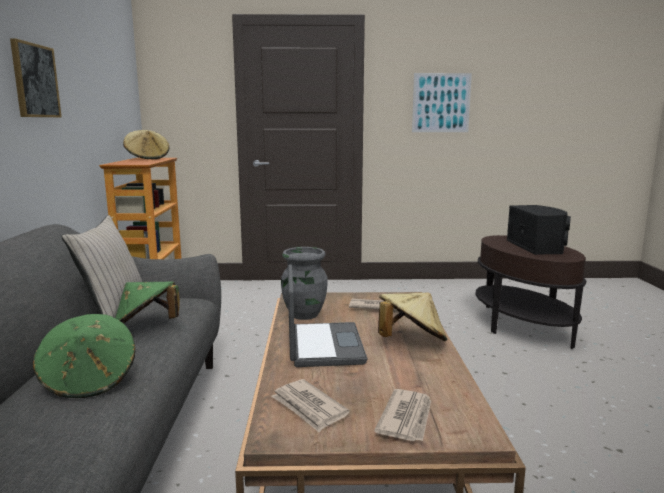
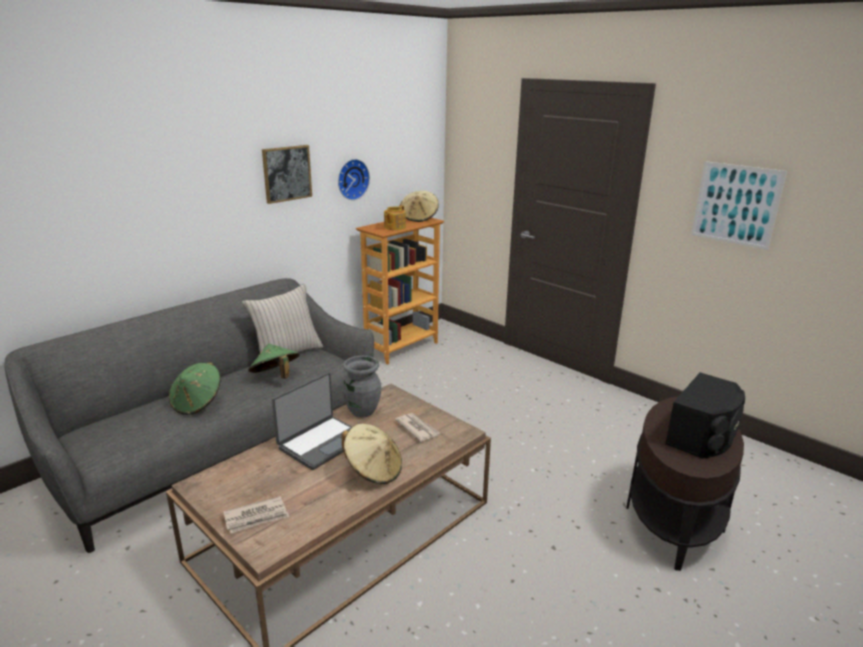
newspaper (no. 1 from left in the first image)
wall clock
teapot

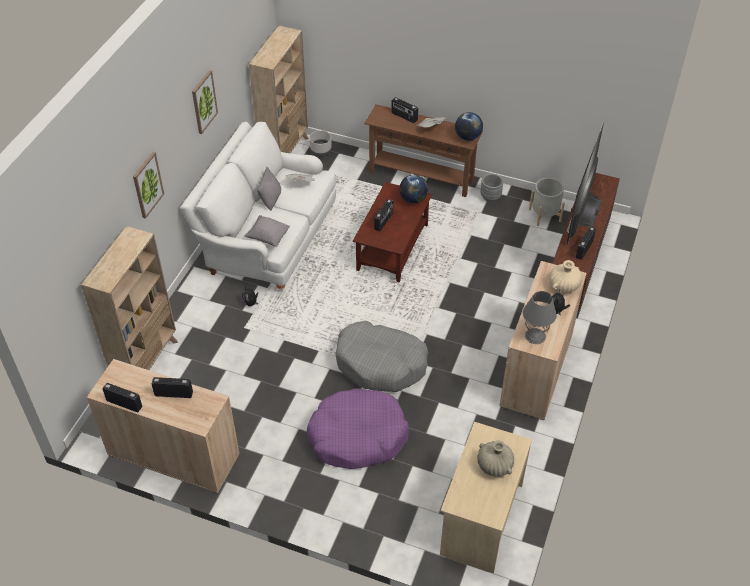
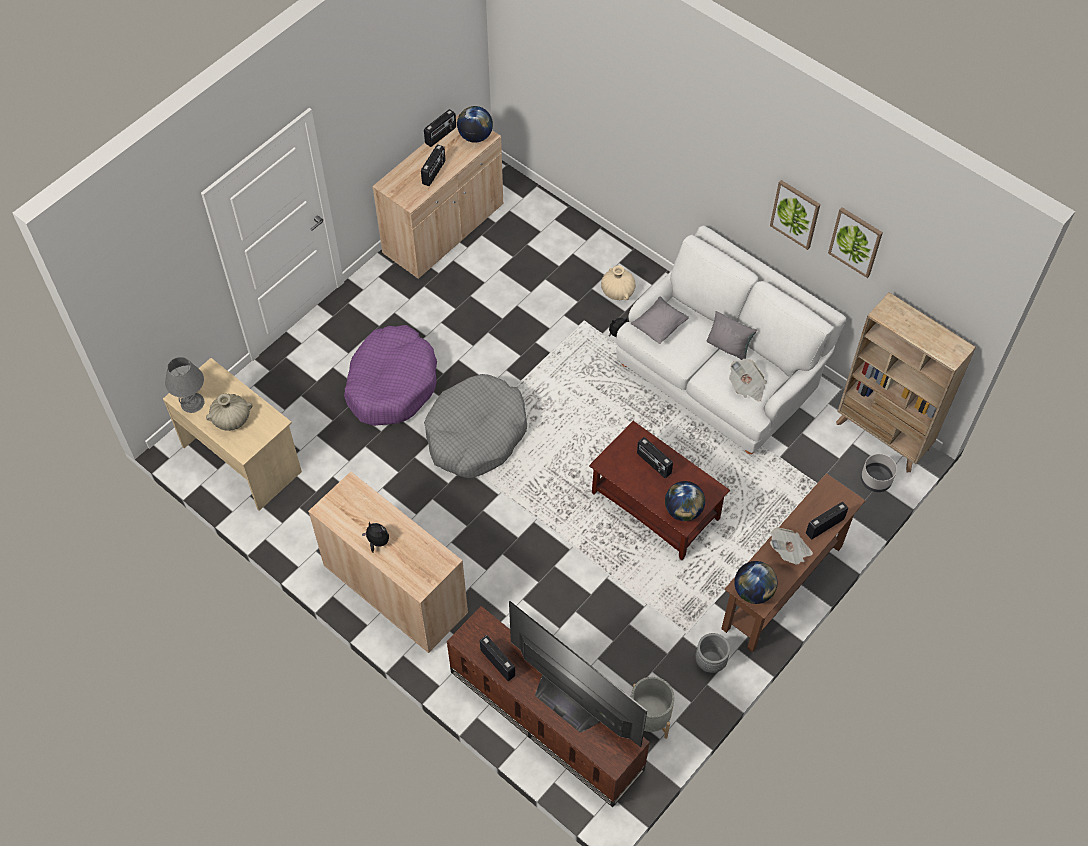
bookcase (beige) (no. 1 from left in the first image)
picture (no. 2 from left)
table lamp (grey)
vase (beige) (no. 2 from left)
globe (no. 1 from left)

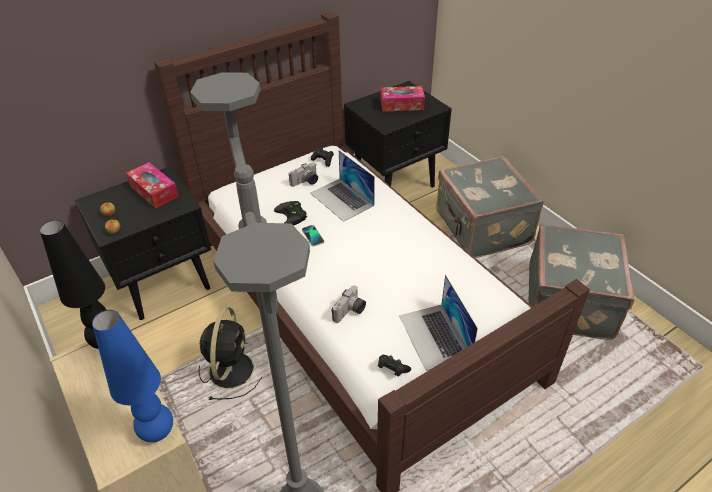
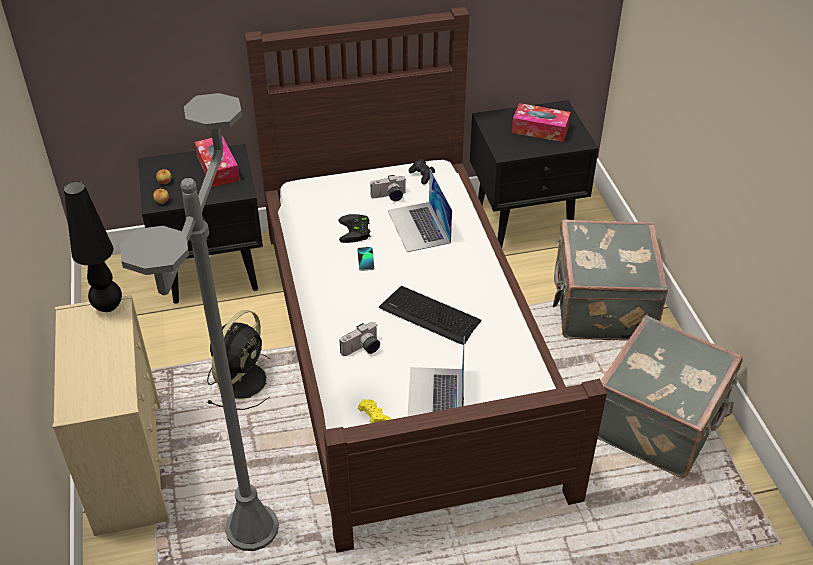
table lamp (blue)
game controller (yellow)
keyboard

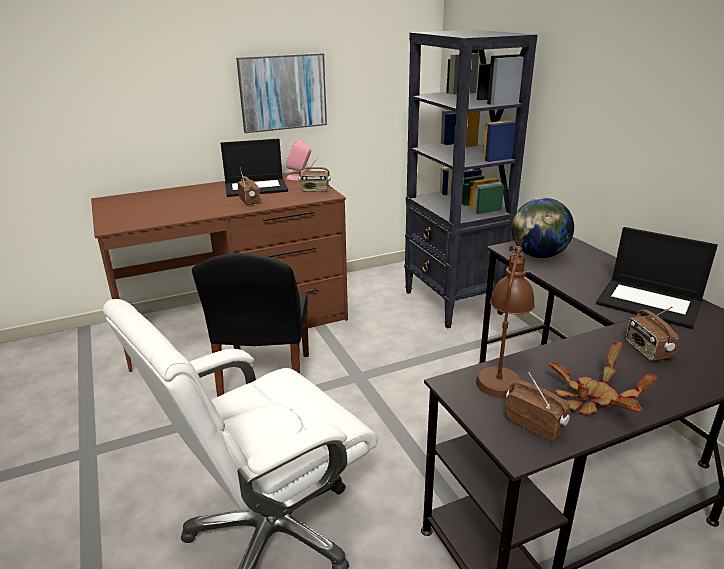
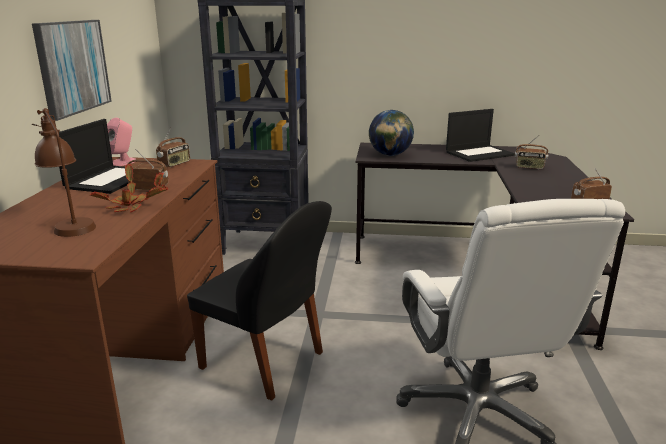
table lamp (brown)
potted plant

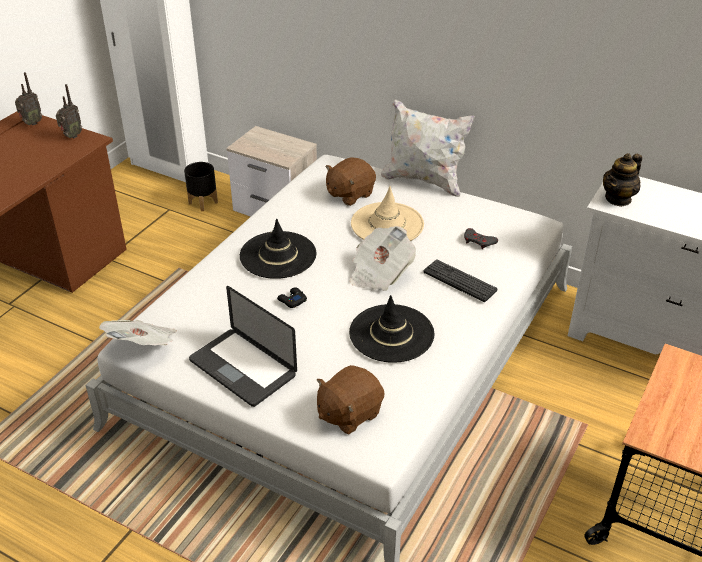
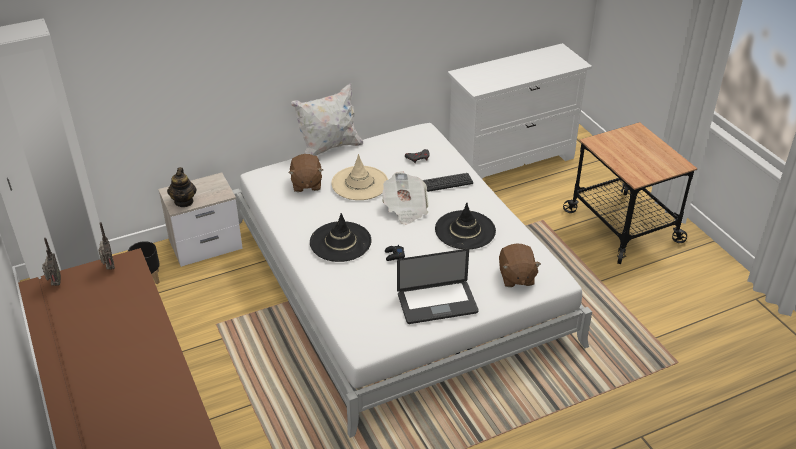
newspaper (no. 1 from left in the first image)
teapot

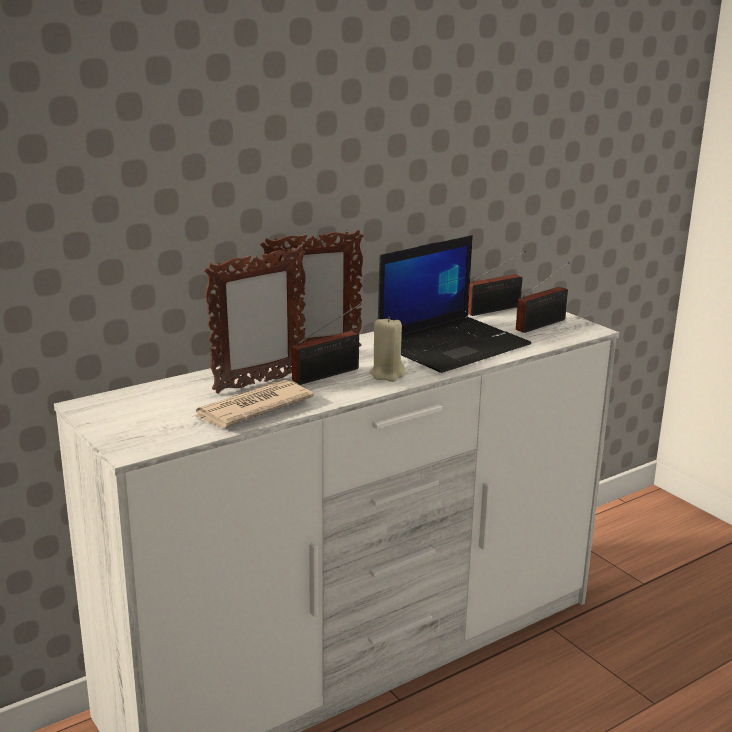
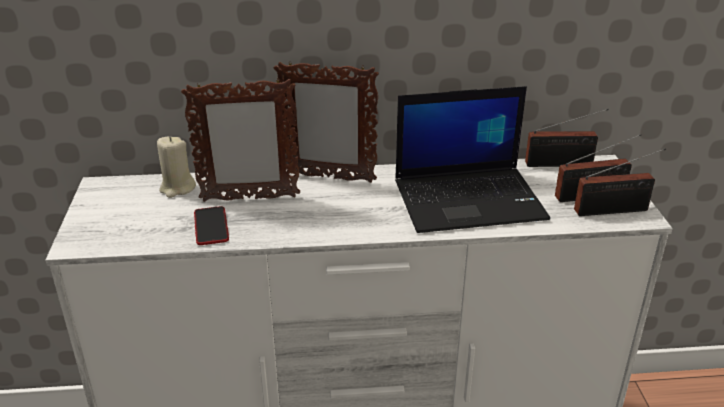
phone
radio (no. 3 from left)
candle (beige)

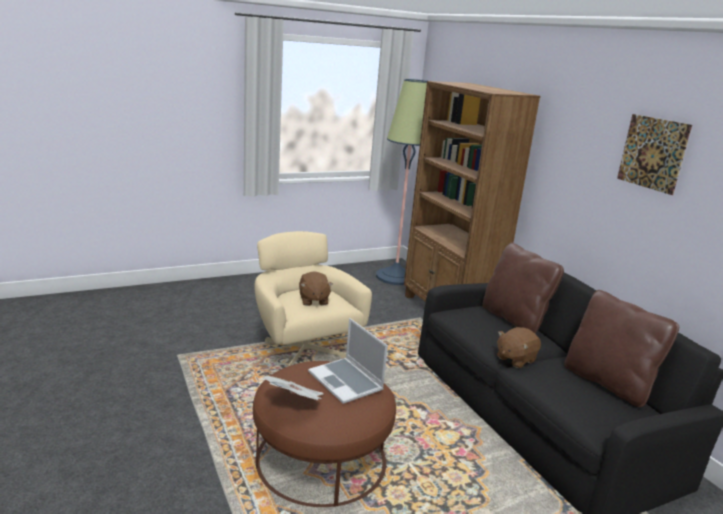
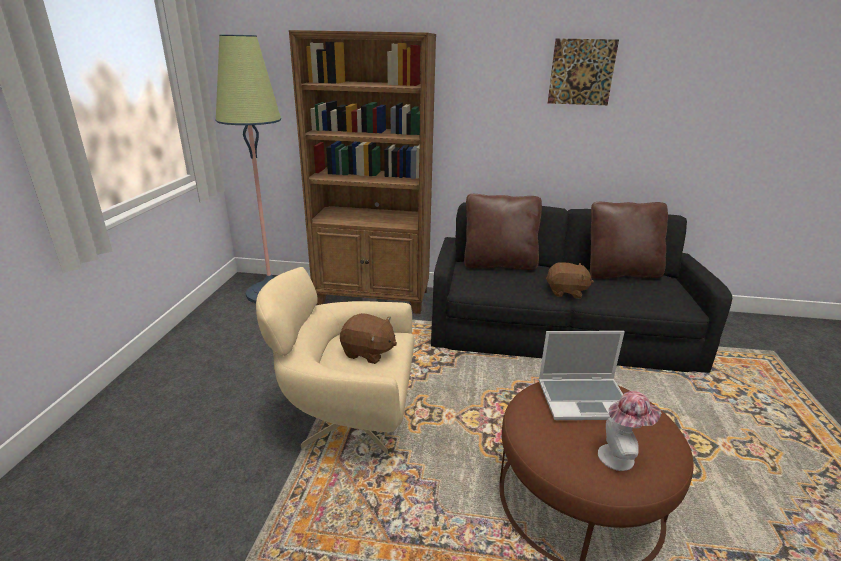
hat
plush toy (brown) (no. 2 from left)

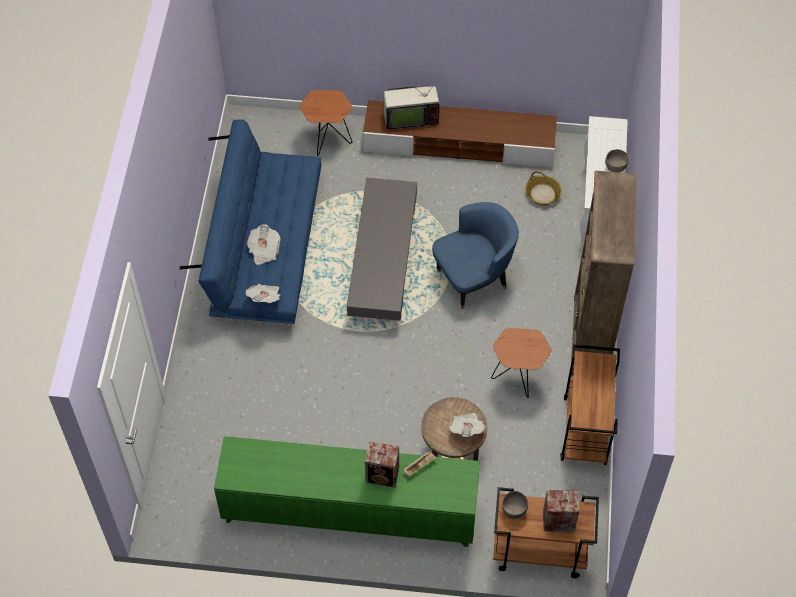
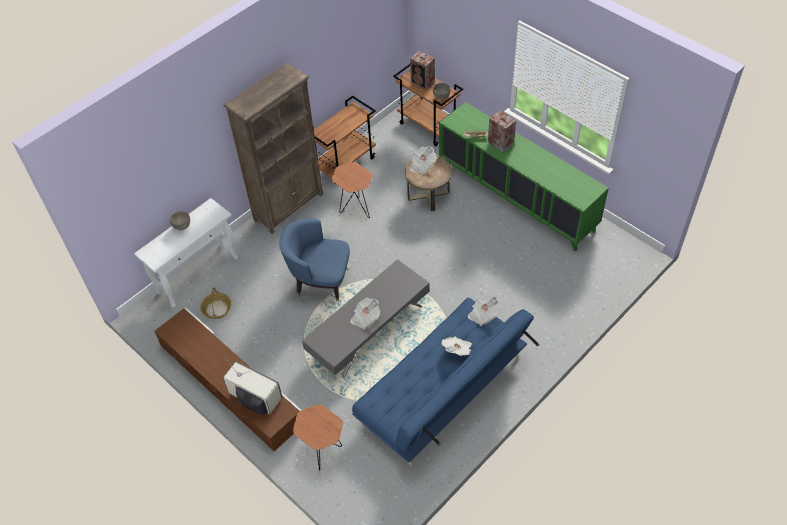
newspaper (no. 1 from left)

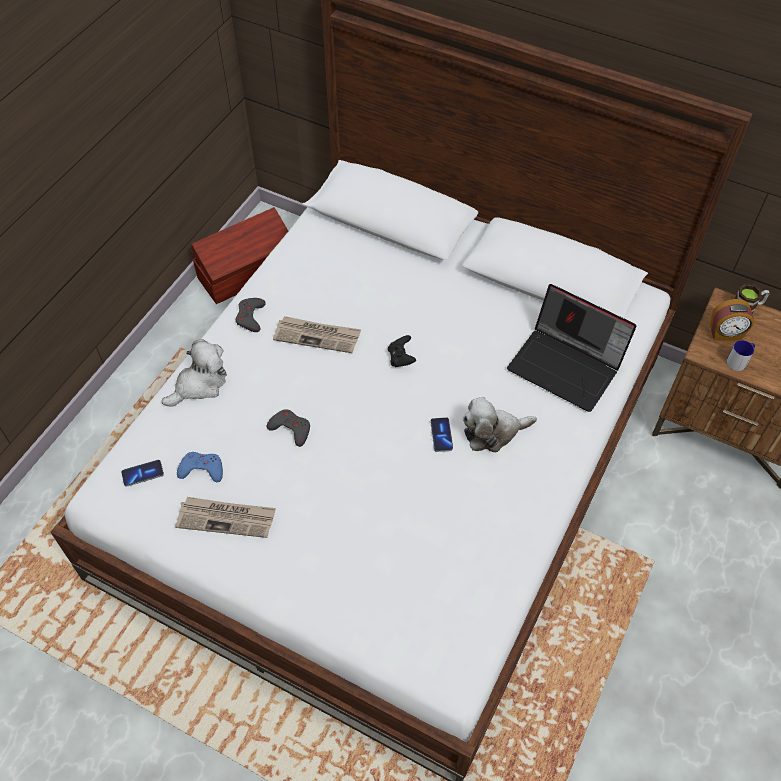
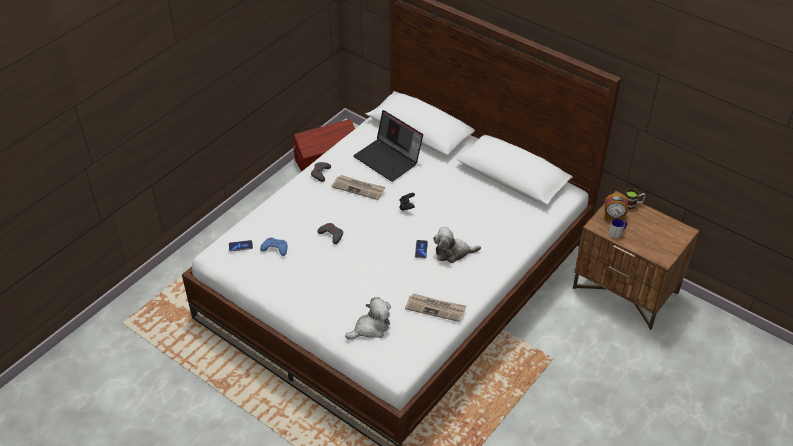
plush toy (no. 1 from left)
newspaper (no. 2 from left)
laptop

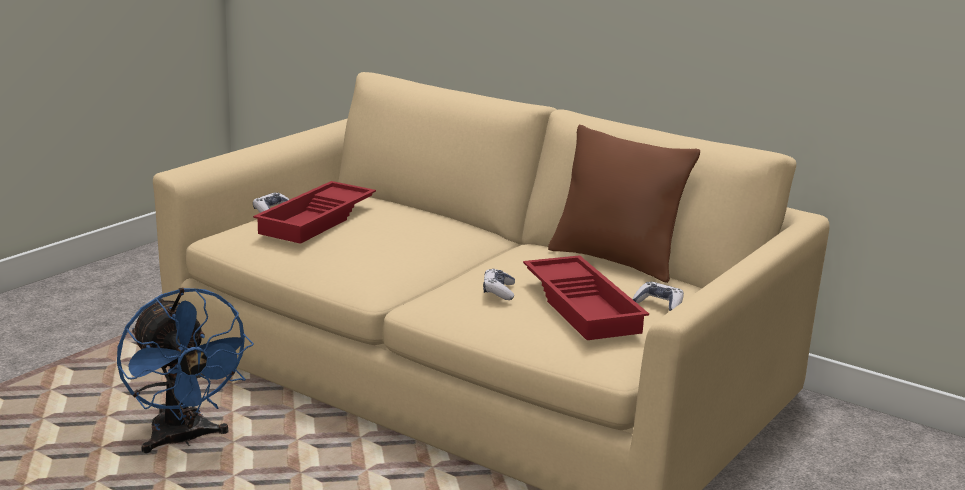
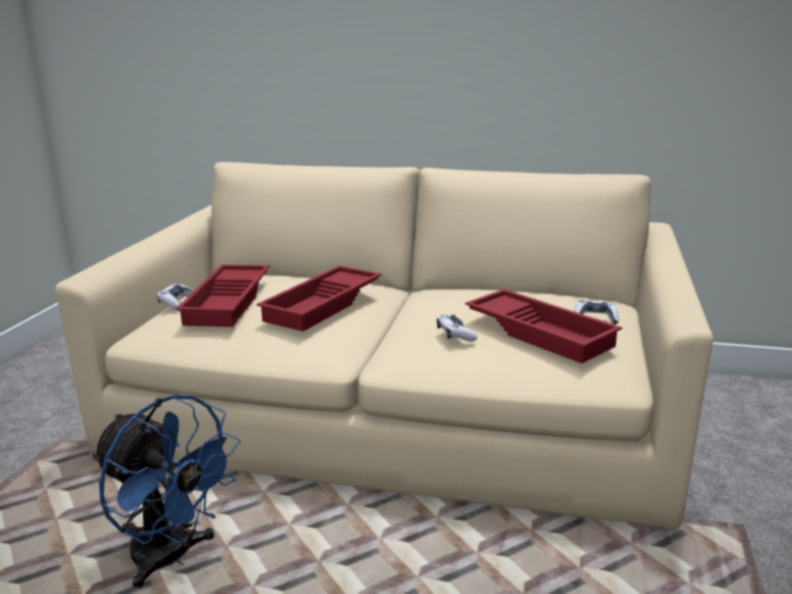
pillow (brown)
tray (red) (no. 2 from left)

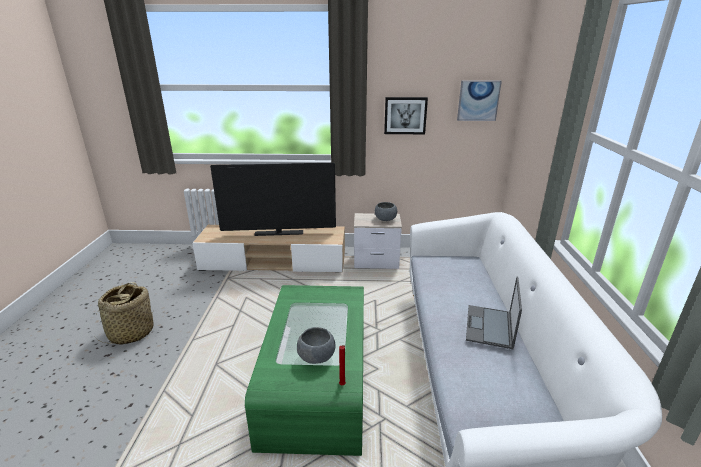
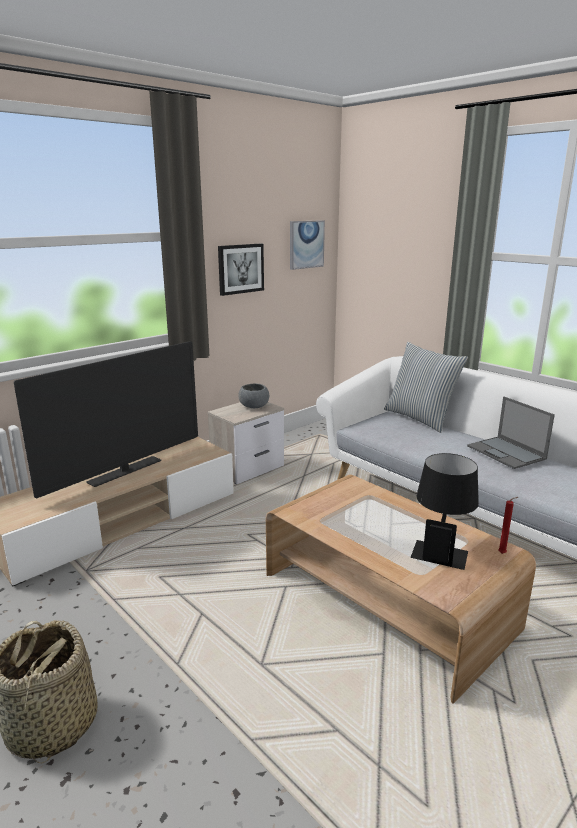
coffee table (brown)
table lamp (black)
pillow

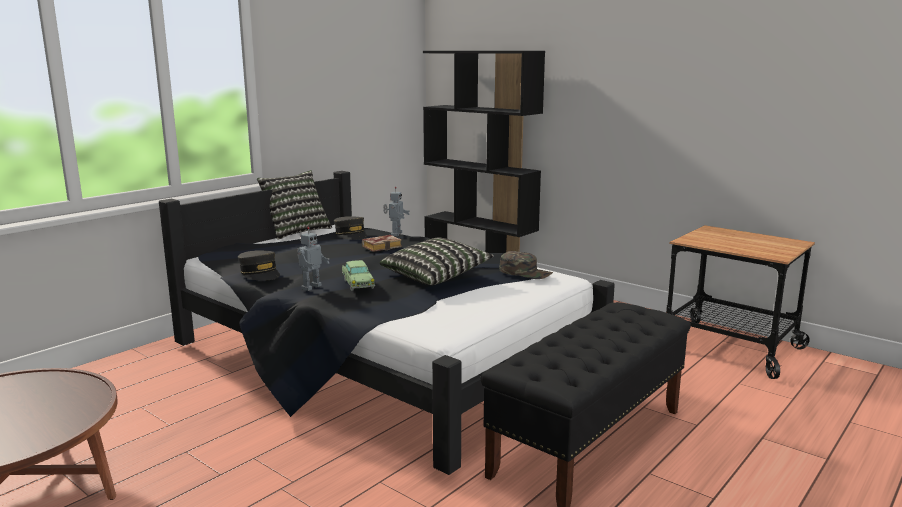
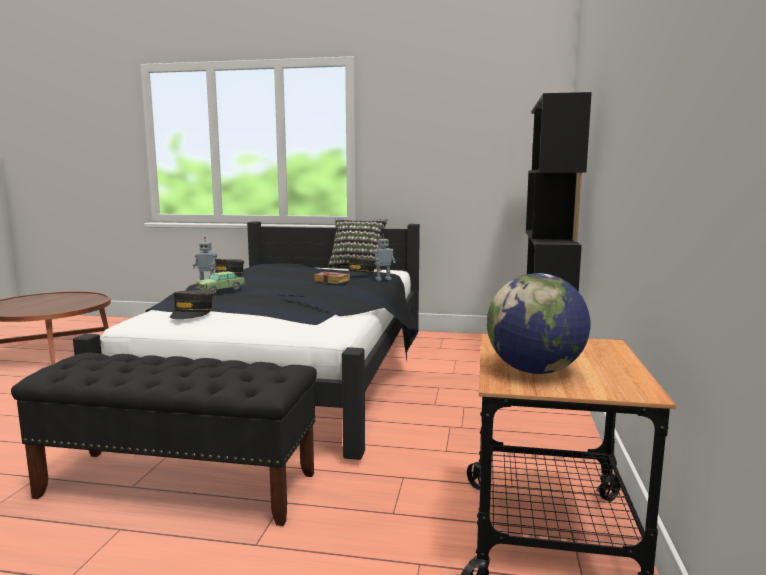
pillow (no. 2 from left in the first image)
cap (green)
cap (grey) (no. 1 from left)
globe

